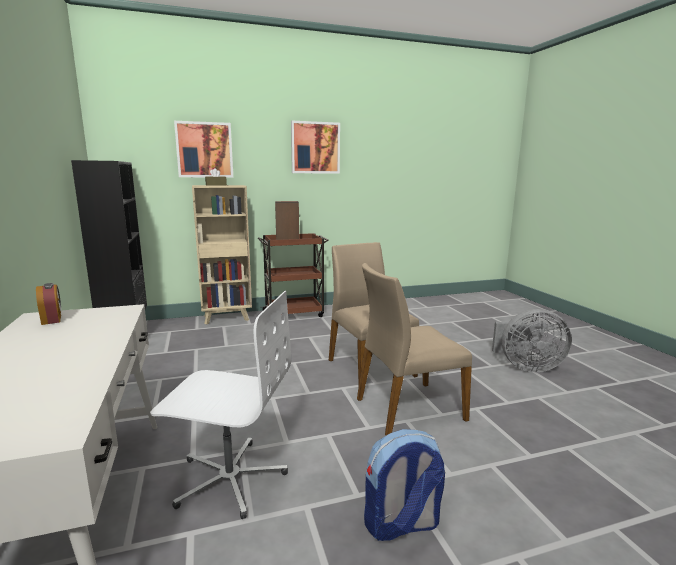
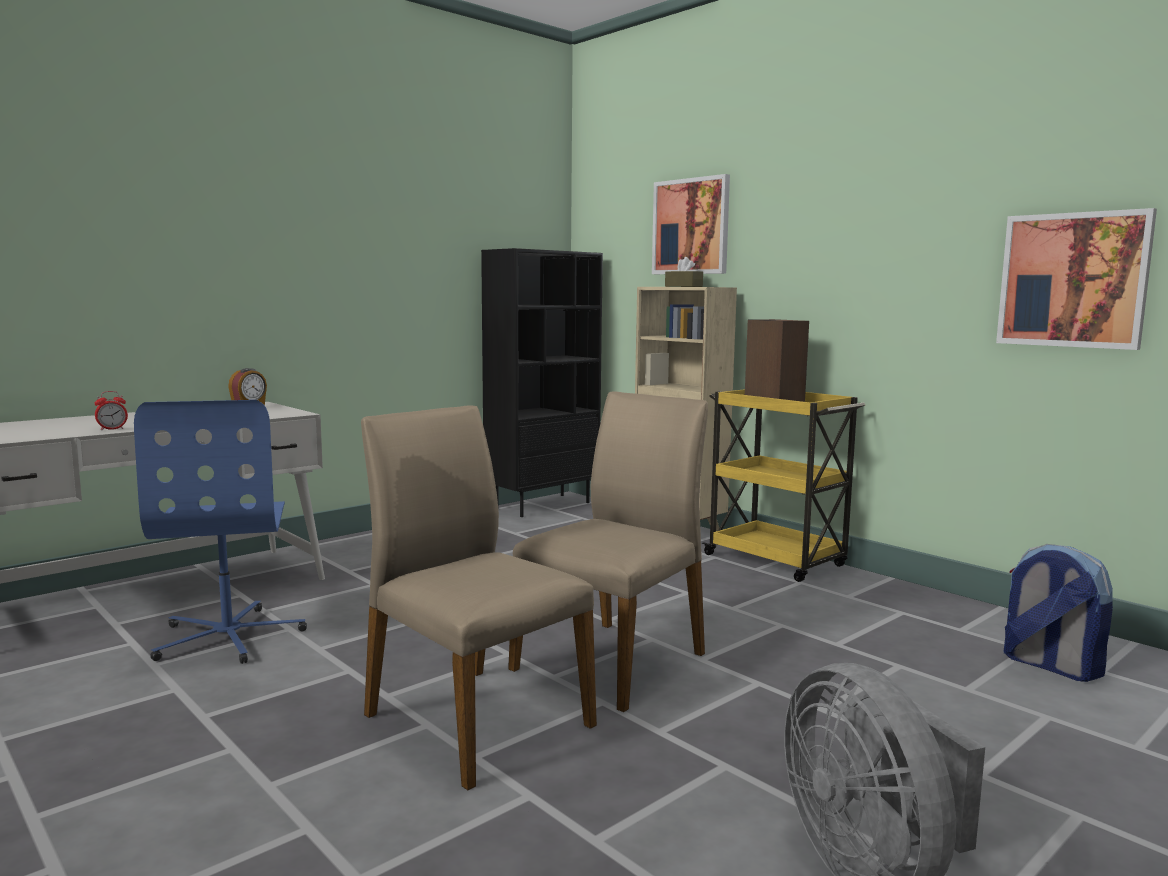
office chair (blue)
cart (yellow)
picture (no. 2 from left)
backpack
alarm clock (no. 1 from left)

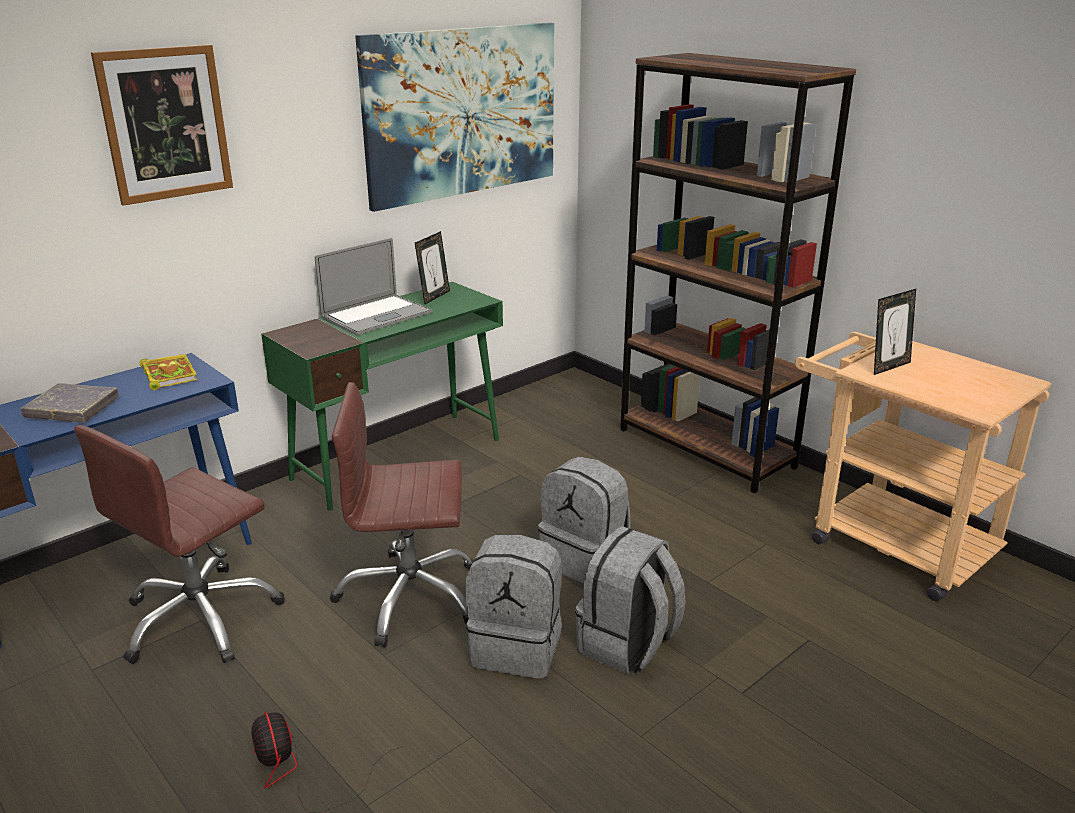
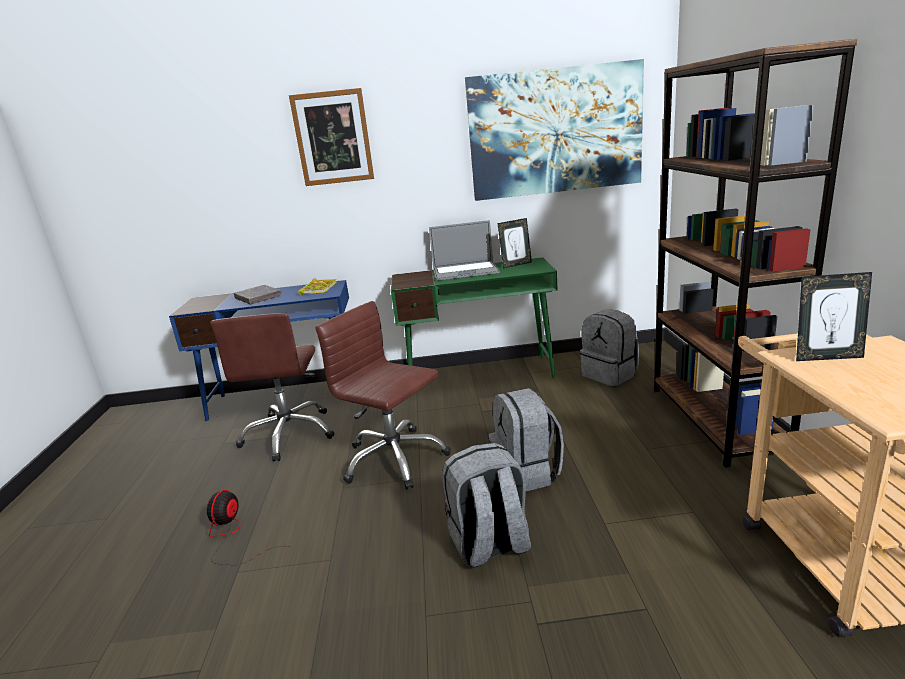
office chair (brown) (no. 1 from left)
backpack (grey) (no. 3 from left)

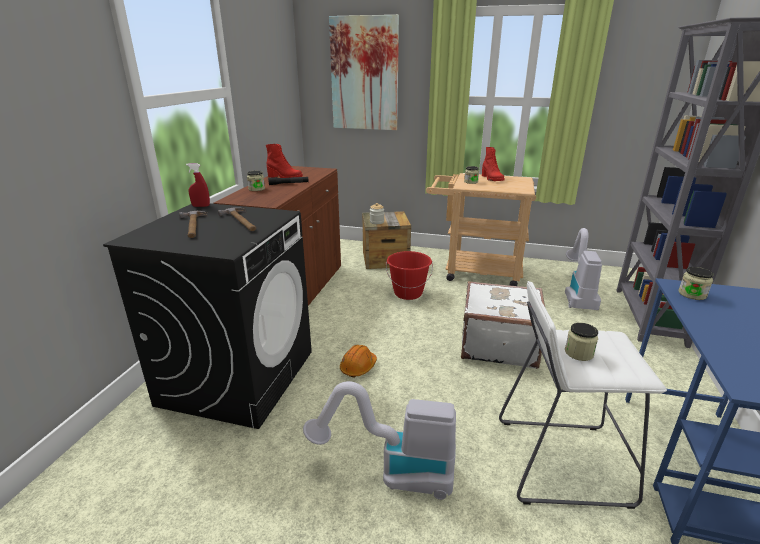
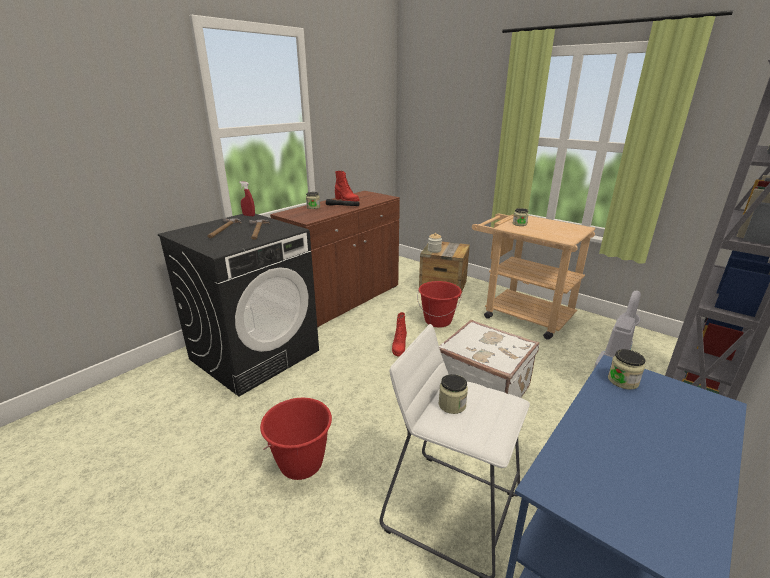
bucket (red) (no. 1 from left)
picture
hard hat (orange)
boot (red) (no. 2 from left)

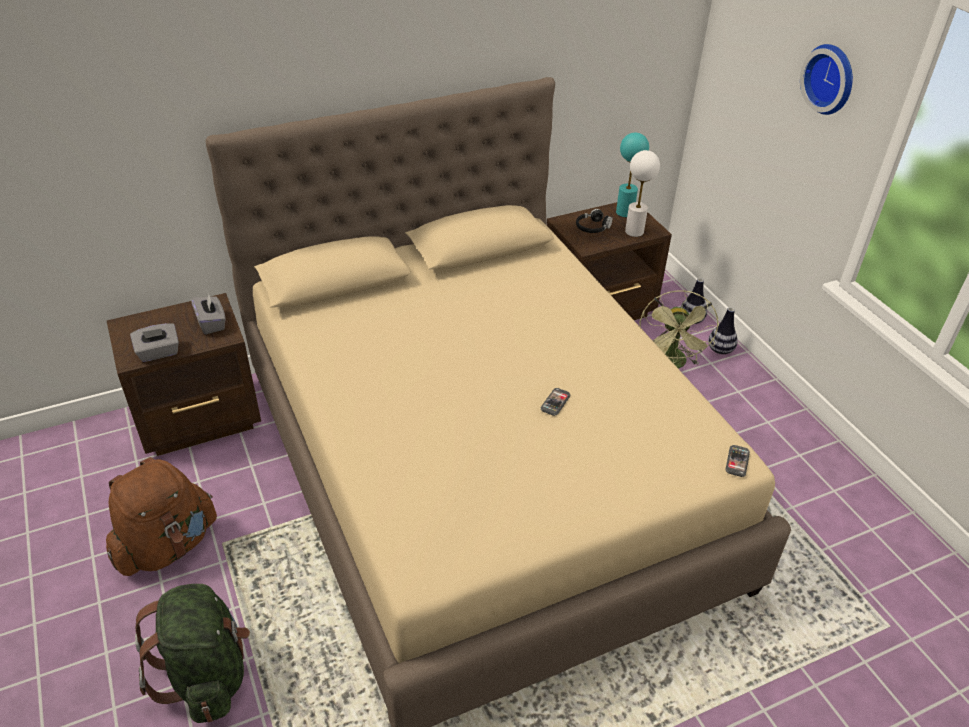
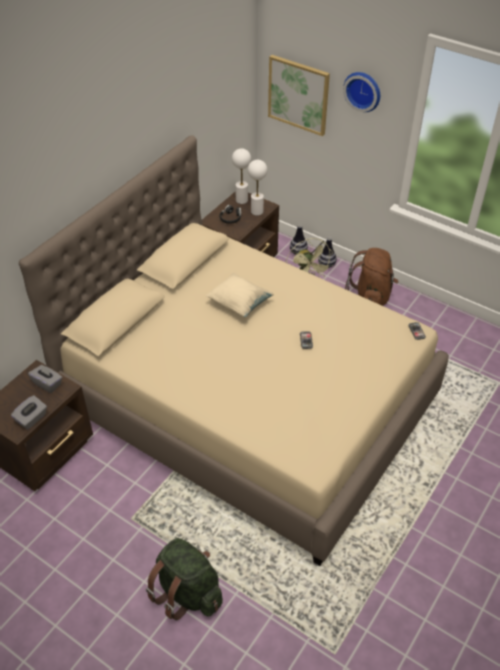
backpack (brown)
table lamp (white) (no. 1 from left)
pillow (beige)
picture

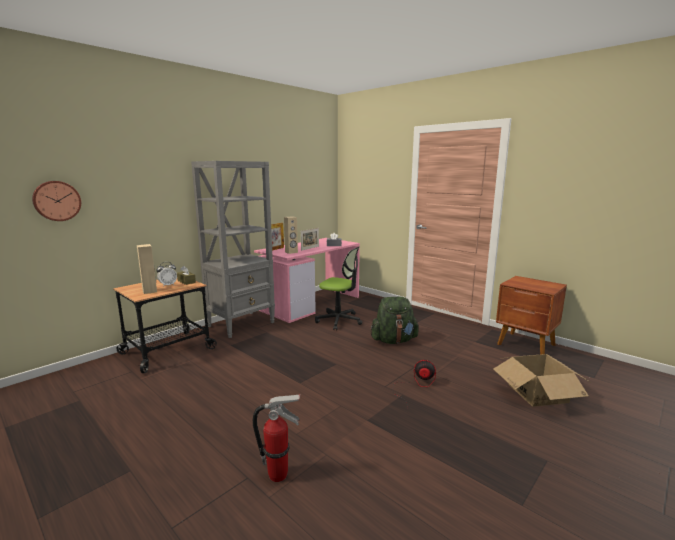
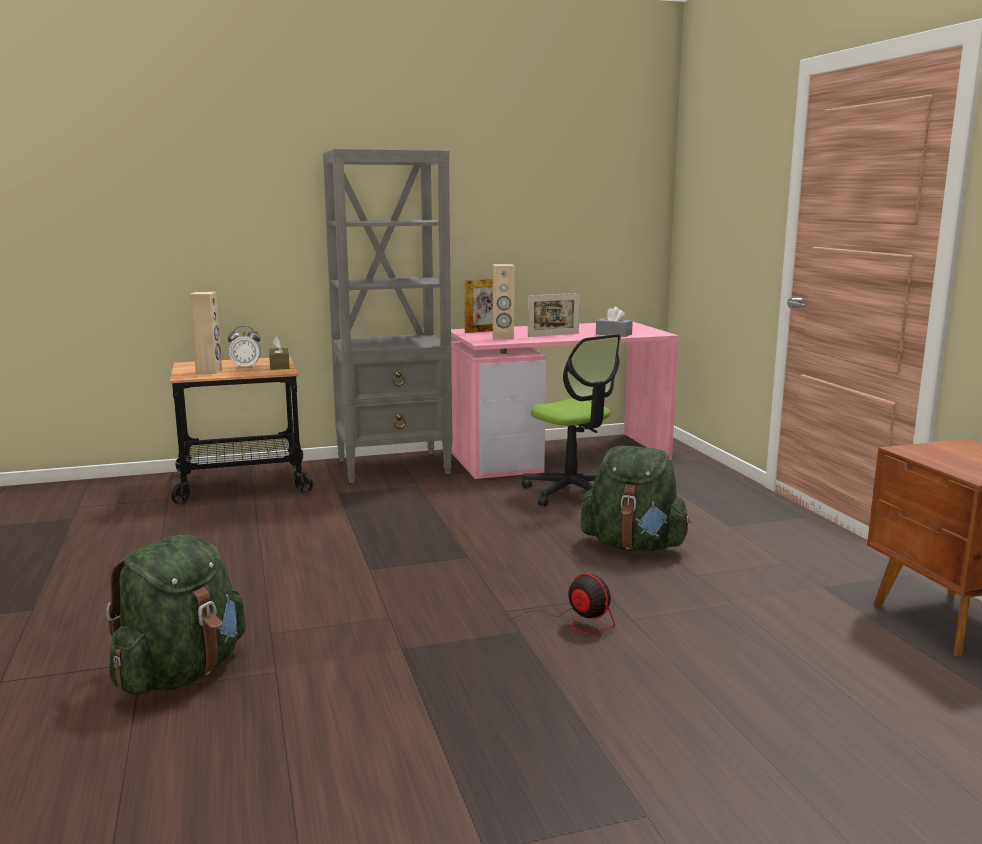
wall clock
backpack (green) (no. 1 from left)
cardboard box

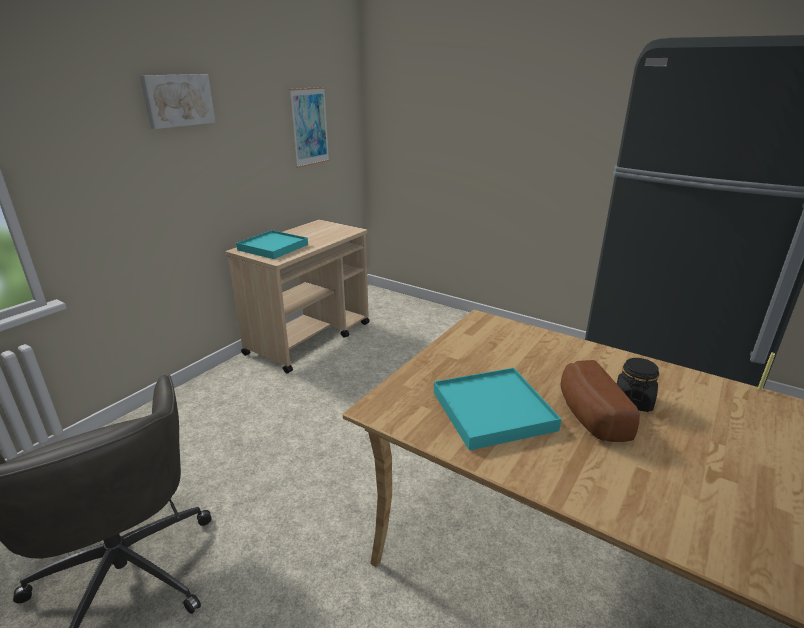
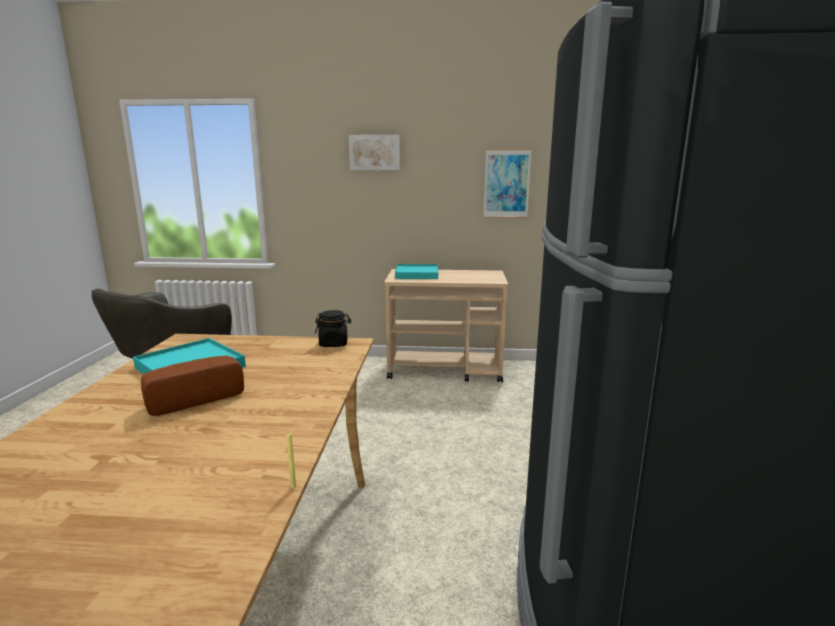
jar (black)

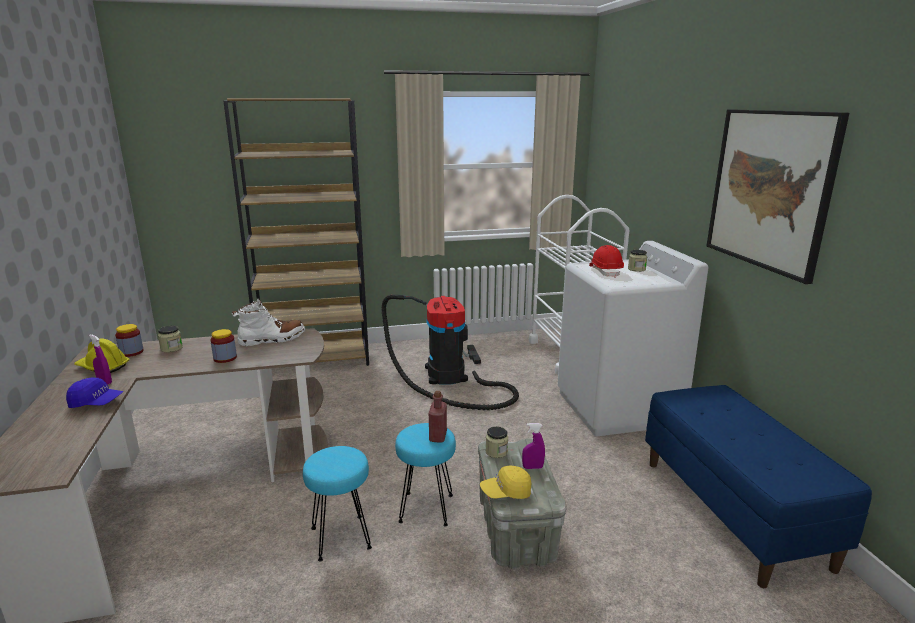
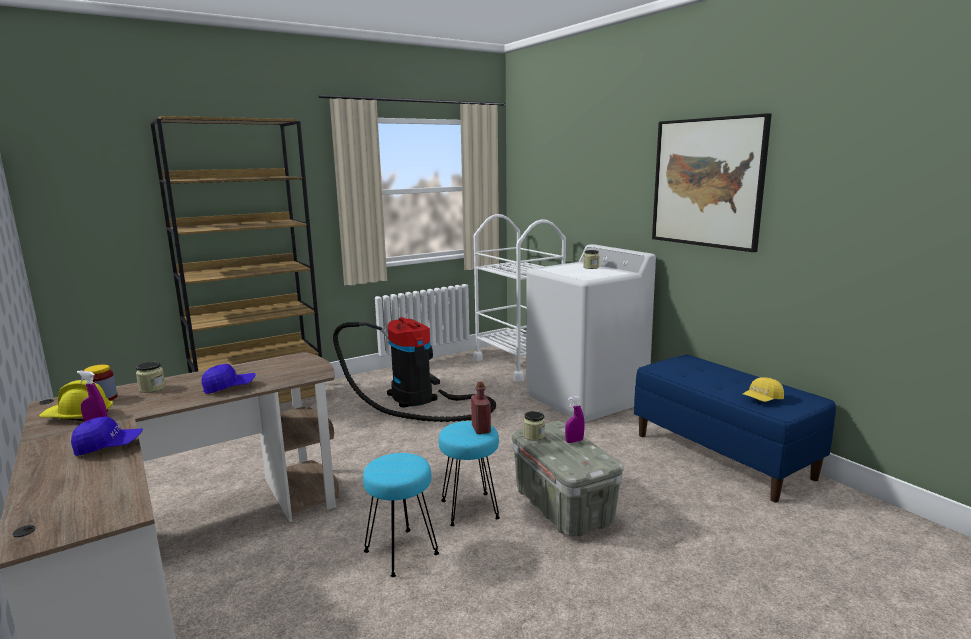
cap (blue) (no. 2 from left)
boot (white)
cap (yellow)
hard hat (red)

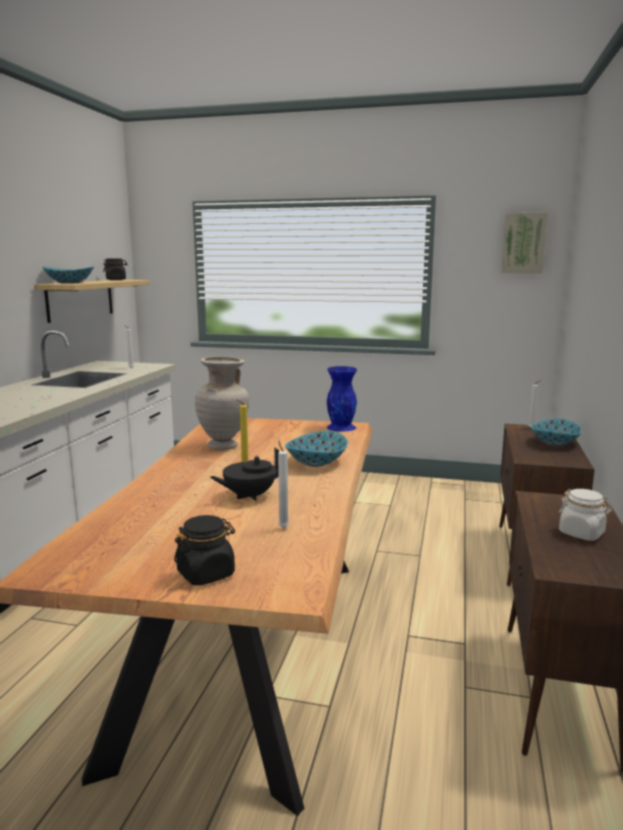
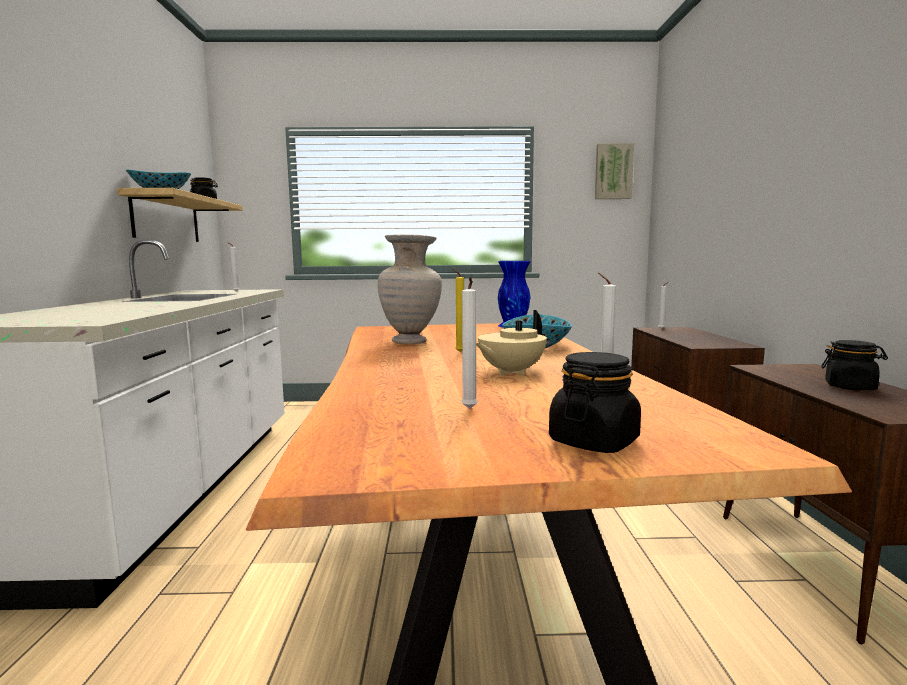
teapot (beige)
bowl (no. 3 from left in the first image)
jar (black) (no. 3 from left)
candle (white) (no. 2 from left)

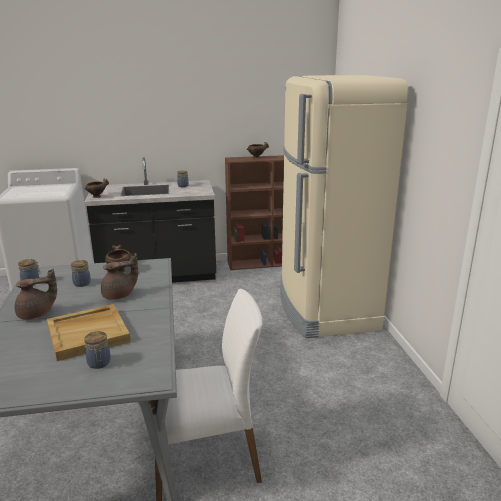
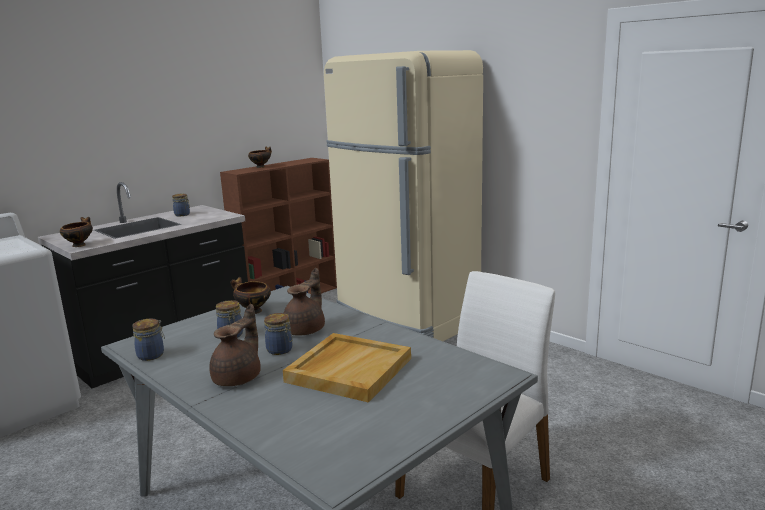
jar (no. 4 from left)

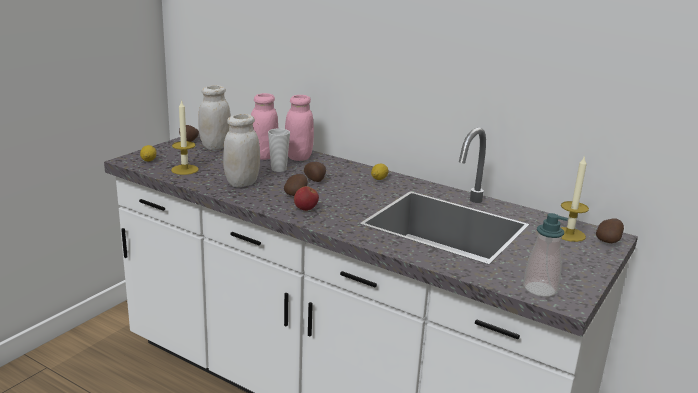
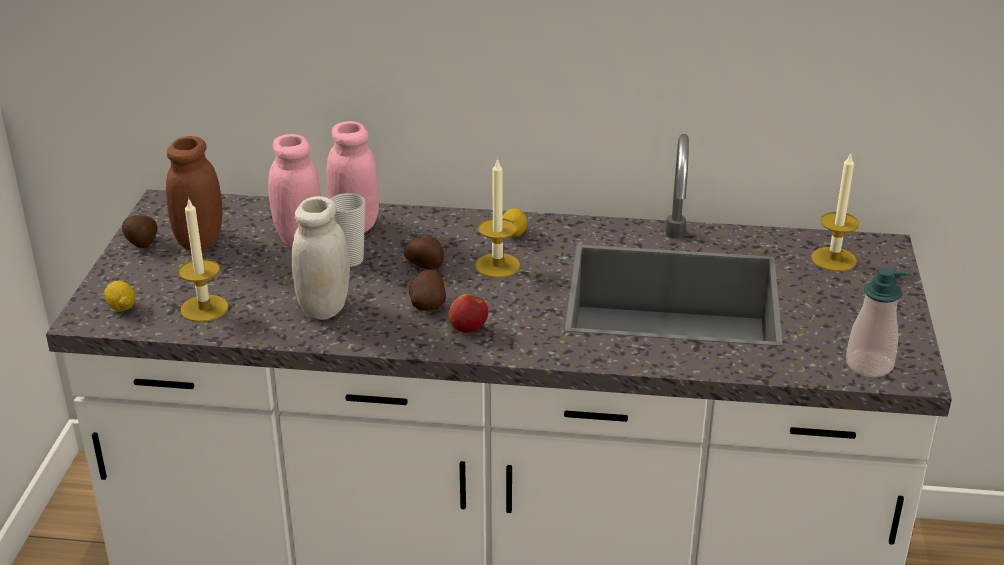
jar (brown)
potato (no. 4 from left in the first image)
candle (no. 2 from left)

